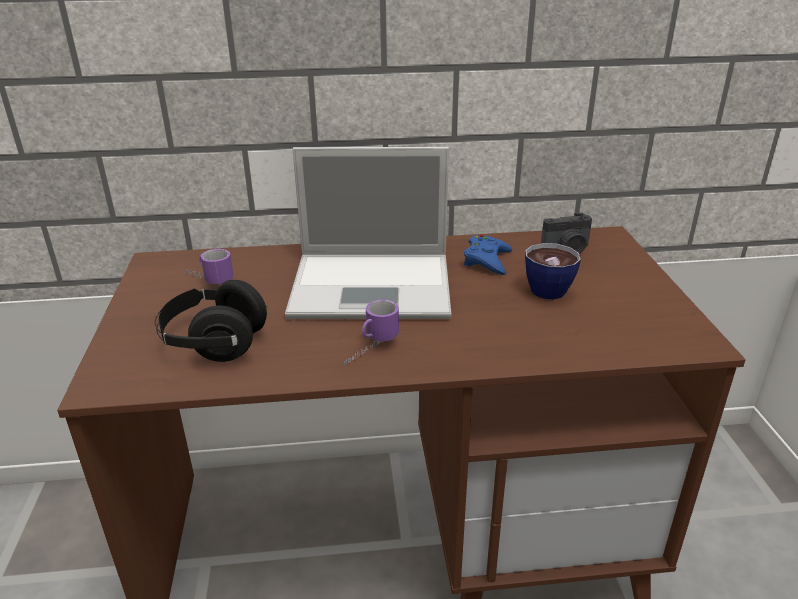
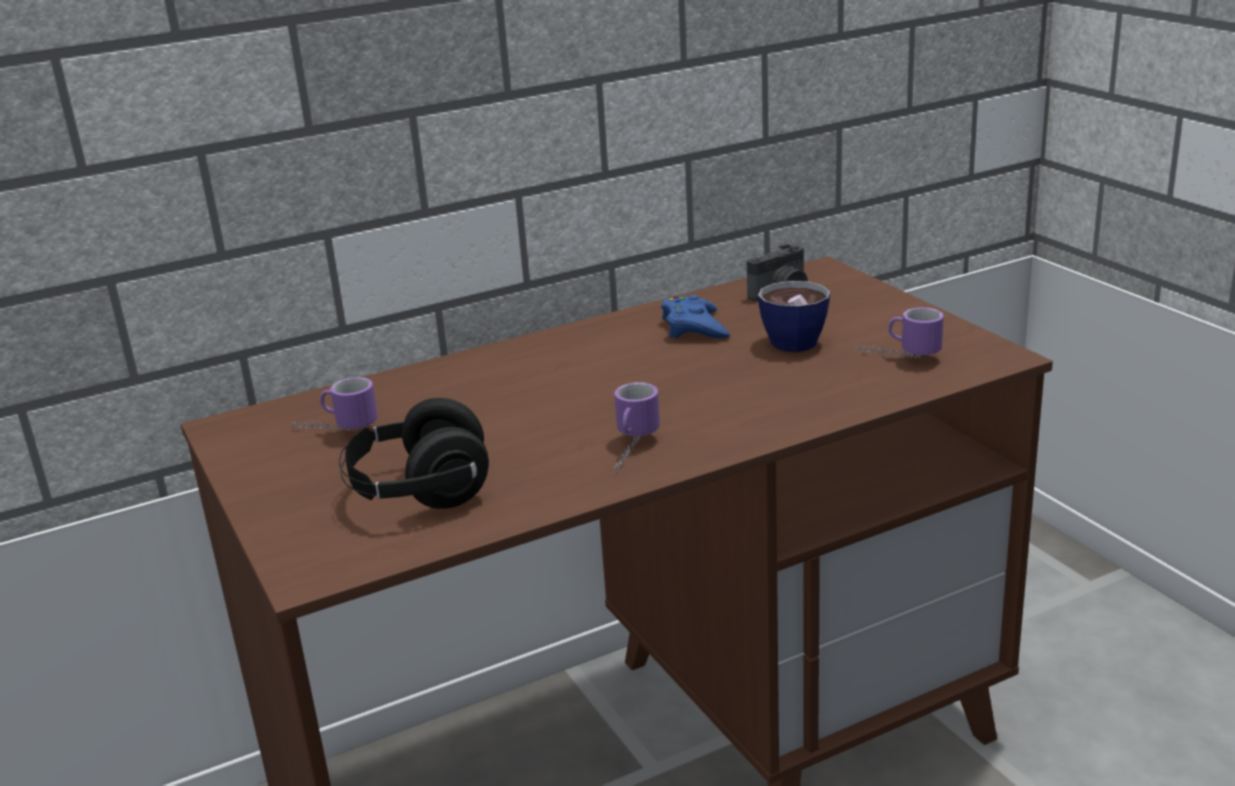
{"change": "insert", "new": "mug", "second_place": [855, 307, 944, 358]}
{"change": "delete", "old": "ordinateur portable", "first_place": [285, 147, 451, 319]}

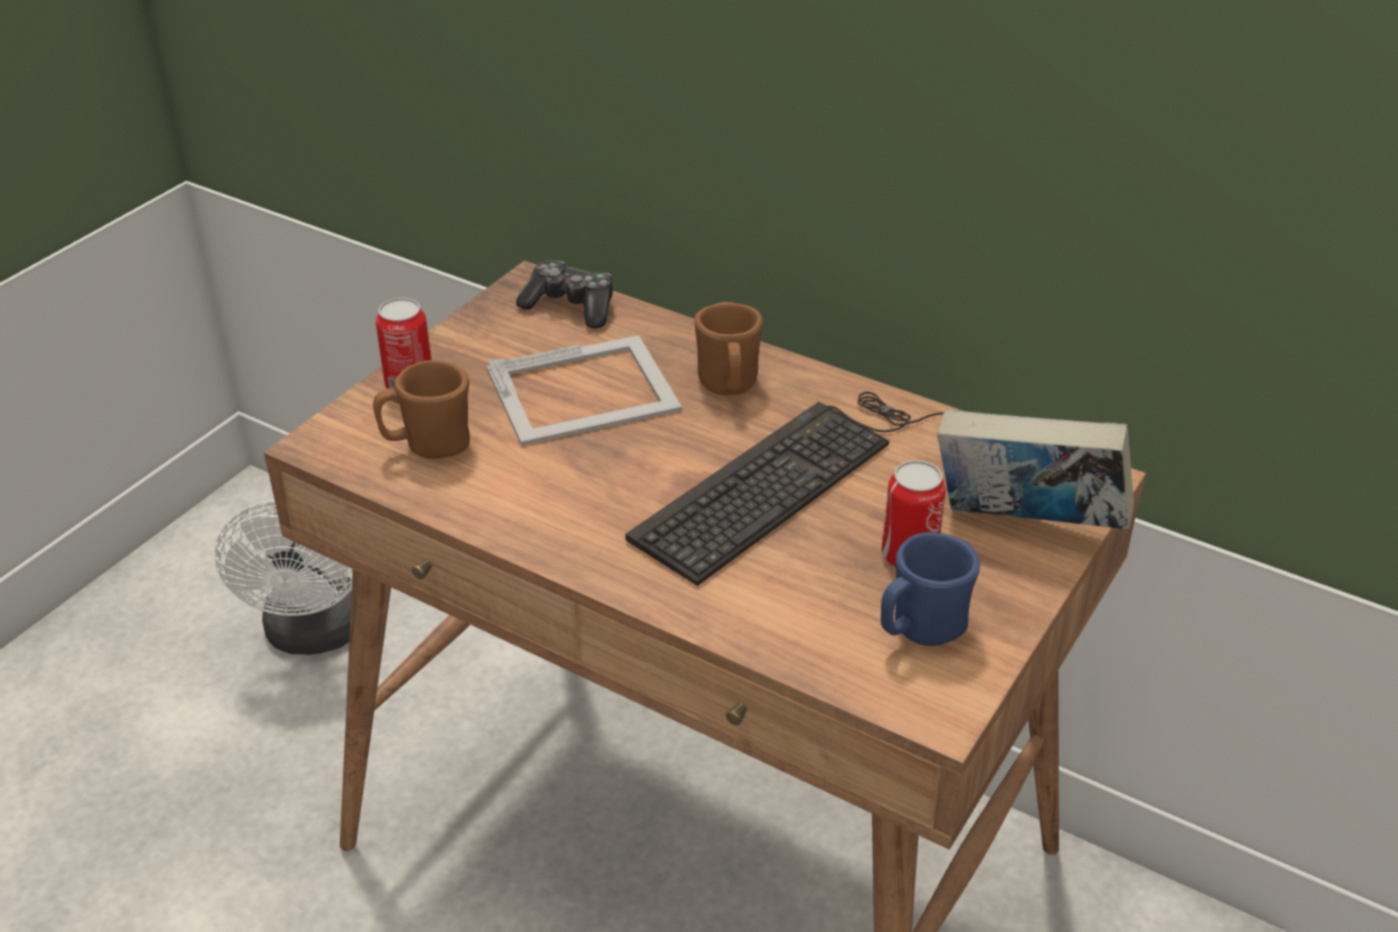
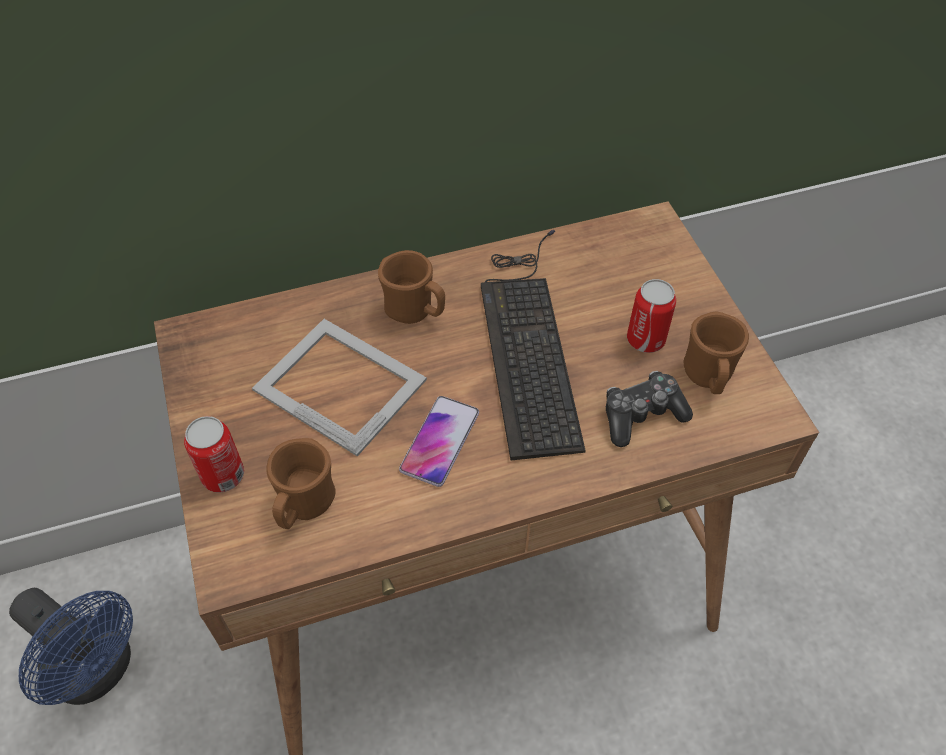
{"change": "recolor", "old": "ventilateur [blanc]", "new": "ventilateur [bleu]", "first_place": [215, 499, 353, 655], "second_place": [9, 588, 133, 705]}
{"change": "rotate", "old": "cadre photo", "first_place": [487, 335, 682, 446], "second_place": [252, 319, 427, 456], "degrees": -75}
{"change": "insert", "new": "téléphone", "second_place": [399, 396, 479, 487]}
{"change": "move", "old": "manette", "first_place": [516, 260, 613, 329], "second_place": [606, 371, 693, 447]}
{"change": "recolor", "old": "mug [bleu]", "new": "mug [marron]", "first_place": [881, 532, 980, 646], "second_place": [684, 311, 749, 394]}
{"change": "delete", "old": "livre", "first_place": [937, 410, 1134, 530]}

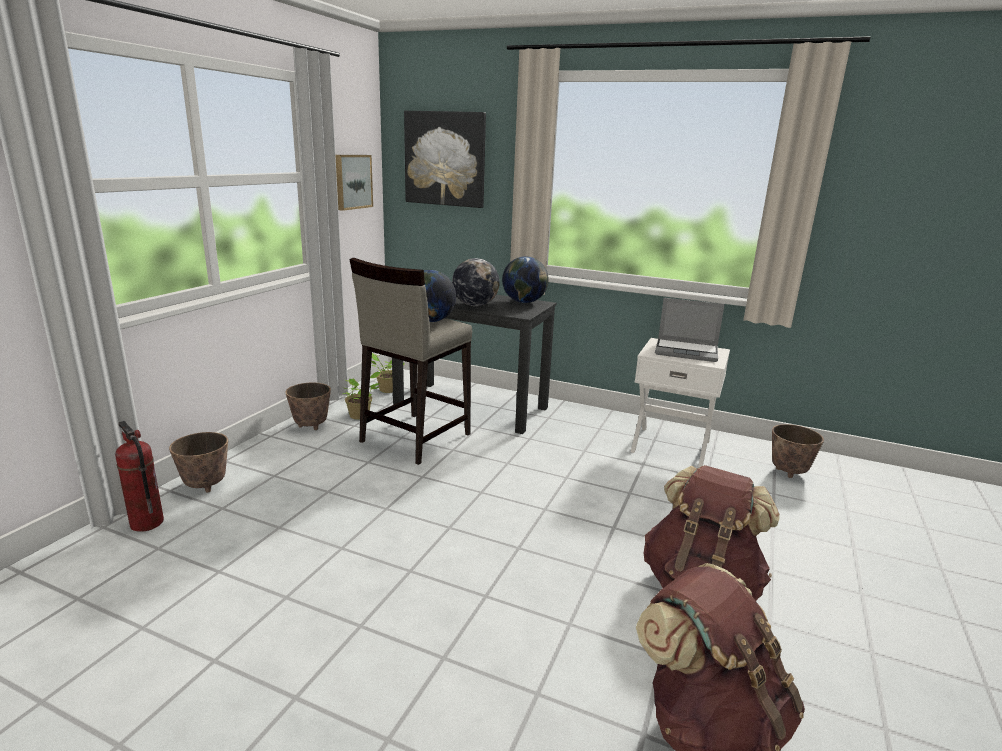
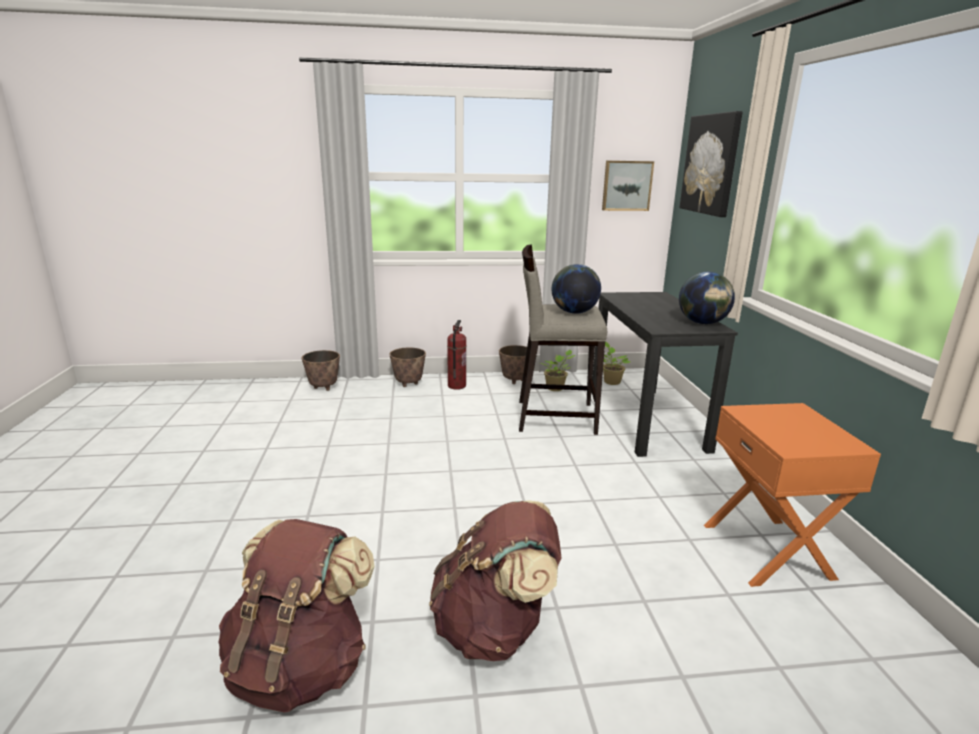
{"change": "move", "old": "cache-pot", "first_place": [772, 424, 824, 478], "second_place": [302, 350, 340, 391]}
{"change": "move", "old": "extincteur", "first_place": [115, 421, 164, 532], "second_place": [447, 320, 467, 390]}
{"change": "recolor", "old": "table de chevet [blanc]", "new": "table de chevet [orange]", "first_place": [631, 338, 730, 467], "second_place": [704, 403, 881, 587]}
{"change": "delete", "old": "globe", "first_place": [452, 258, 500, 306]}
{"change": "delete", "old": "ordinateur portable", "first_place": [655, 298, 725, 362]}

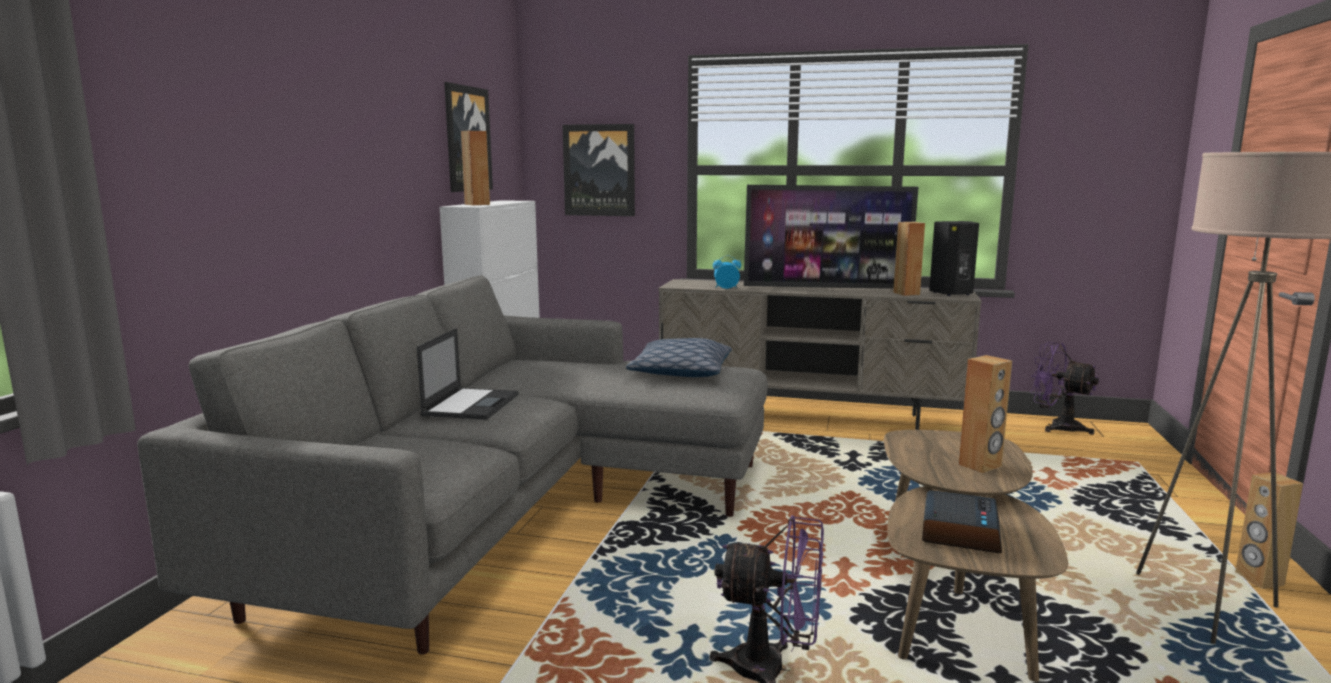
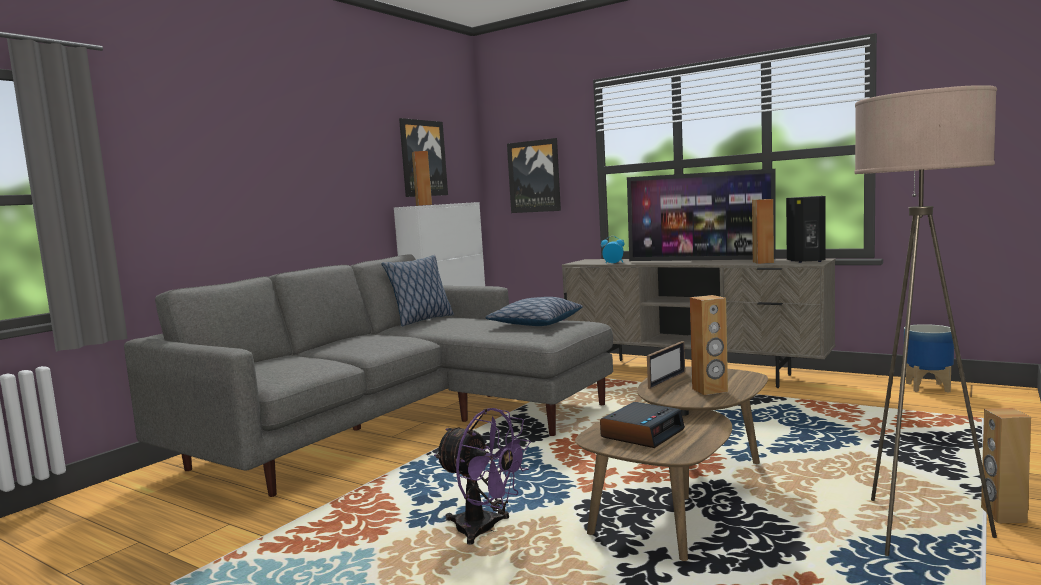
{"change": "insert", "new": "coussin", "second_place": [381, 255, 454, 327]}
{"change": "insert", "new": "cadre photo", "second_place": [647, 341, 685, 389]}
{"change": "replace", "old": "ventilateur [violet]", "new": "cache-pot", "first_place": [1030, 342, 1099, 435], "second_place": [904, 324, 954, 393]}
{"change": "delete", "old": "ordinateur portable", "first_place": [417, 328, 518, 420]}

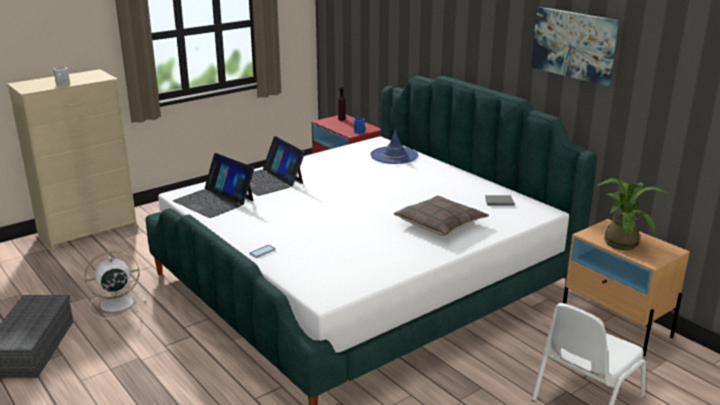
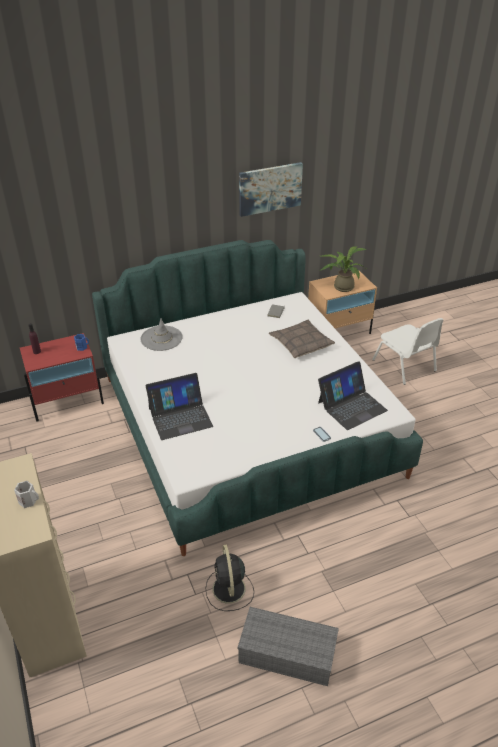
{"change": "recolor", "old": "chapeau [bleu]", "new": "chapeau [gris]", "first_place": [371, 129, 418, 164], "second_place": [141, 318, 183, 351]}
{"change": "recolor", "old": "ventilateur [blanc]", "new": "ventilateur [noir]", "first_place": [85, 251, 146, 319], "second_place": [205, 545, 254, 611]}
{"change": "move", "old": "ordinateur portable", "first_place": [173, 153, 254, 218], "second_place": [318, 361, 388, 430]}

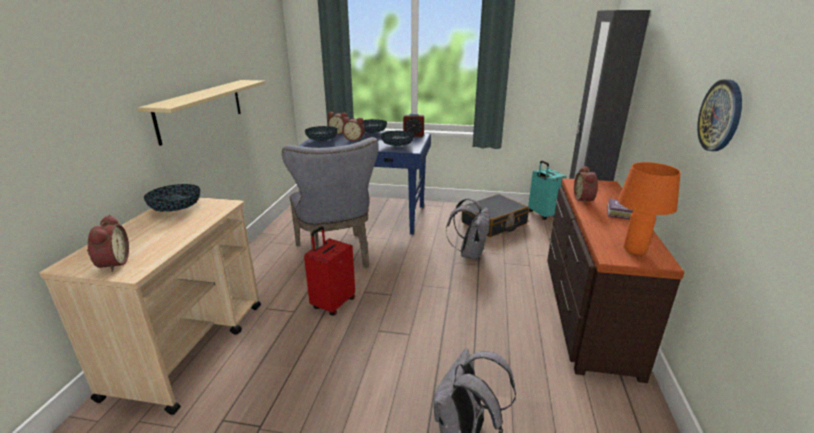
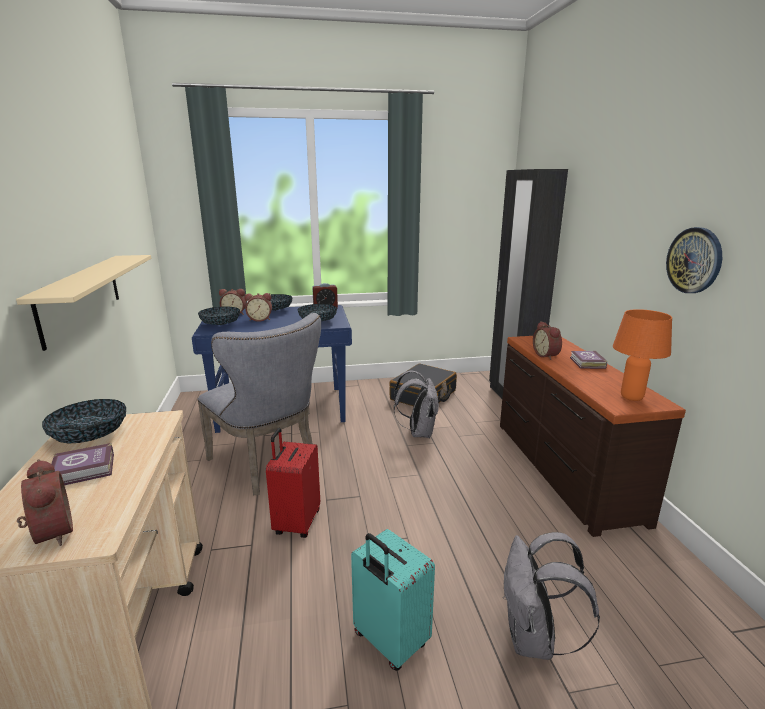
{"change": "insert", "new": "livre", "second_place": [51, 443, 114, 485]}
{"change": "move", "old": "valise [turquoise]", "first_place": [528, 161, 567, 220], "second_place": [351, 529, 435, 671]}

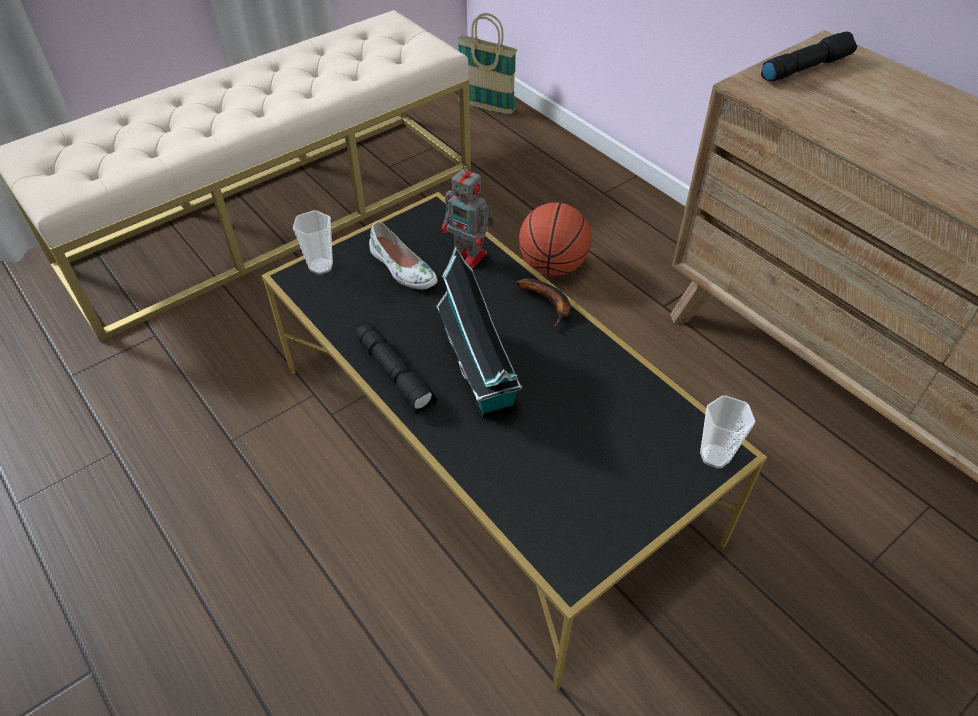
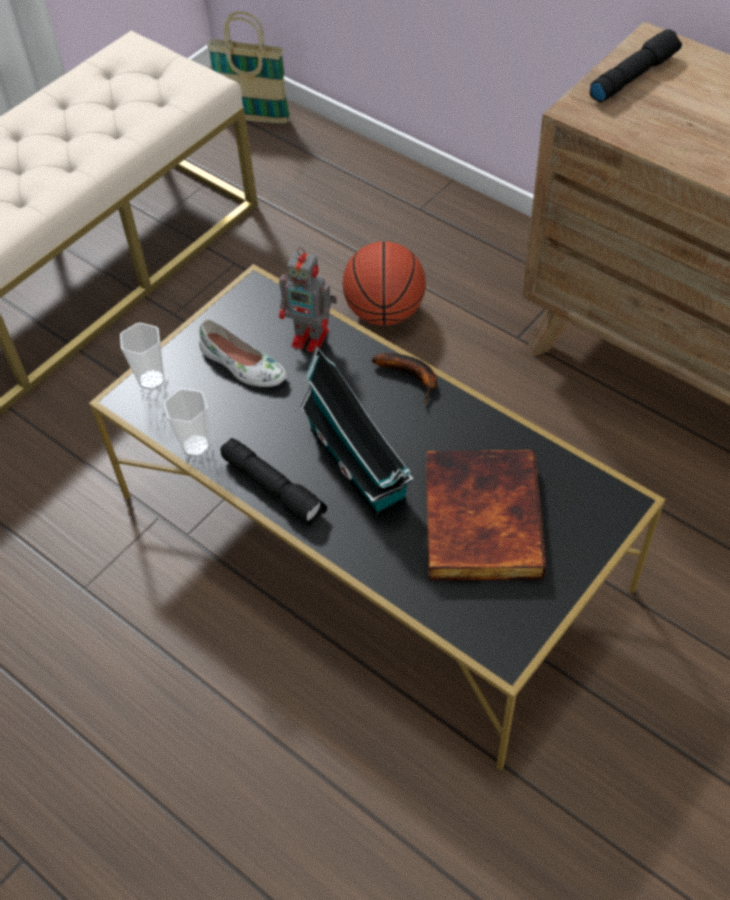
{"change": "move", "old": "tasse", "first_place": [700, 395, 755, 469], "second_place": [164, 388, 210, 457]}
{"change": "insert", "new": "livre", "second_place": [426, 450, 547, 580]}

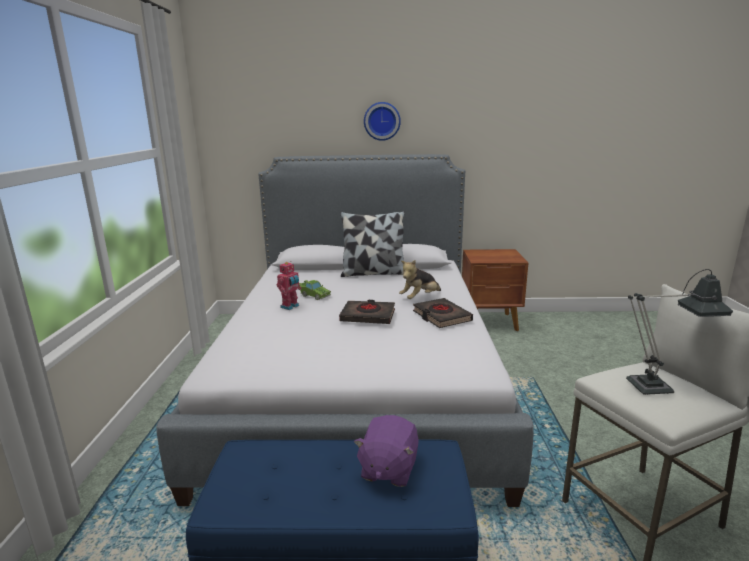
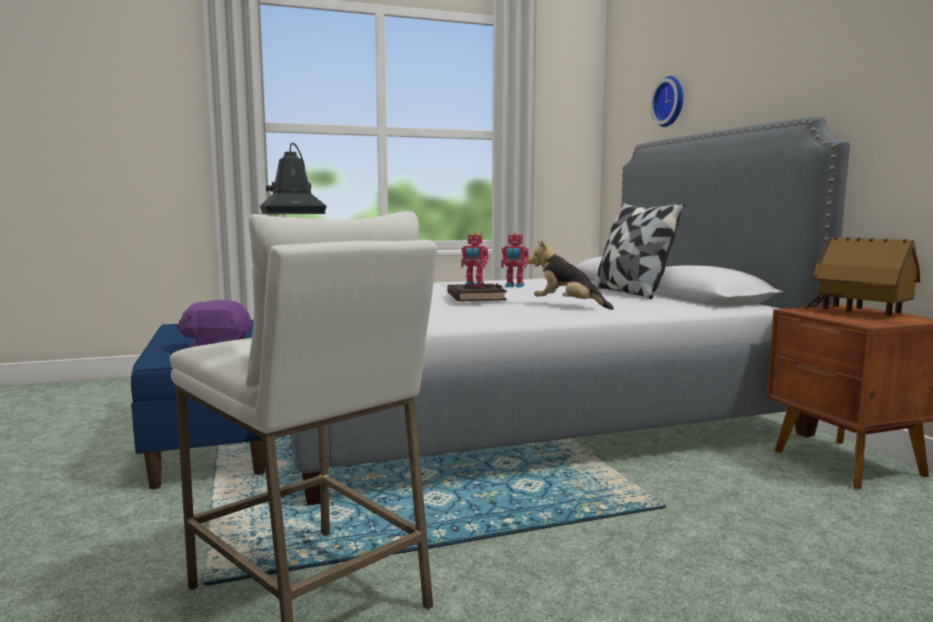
{"change": "replace", "old": "petite voiture [vert]", "new": "robot jouet", "first_place": [299, 280, 331, 300], "second_place": [501, 232, 529, 287]}
{"change": "move", "old": "horloge murale", "first_place": [364, 102, 401, 141], "second_place": [650, 76, 684, 127]}
{"change": "insert", "new": "maison miniature", "second_place": [805, 237, 920, 316]}
{"change": "delete", "old": "livre [noir]", "first_place": [413, 298, 473, 328]}

